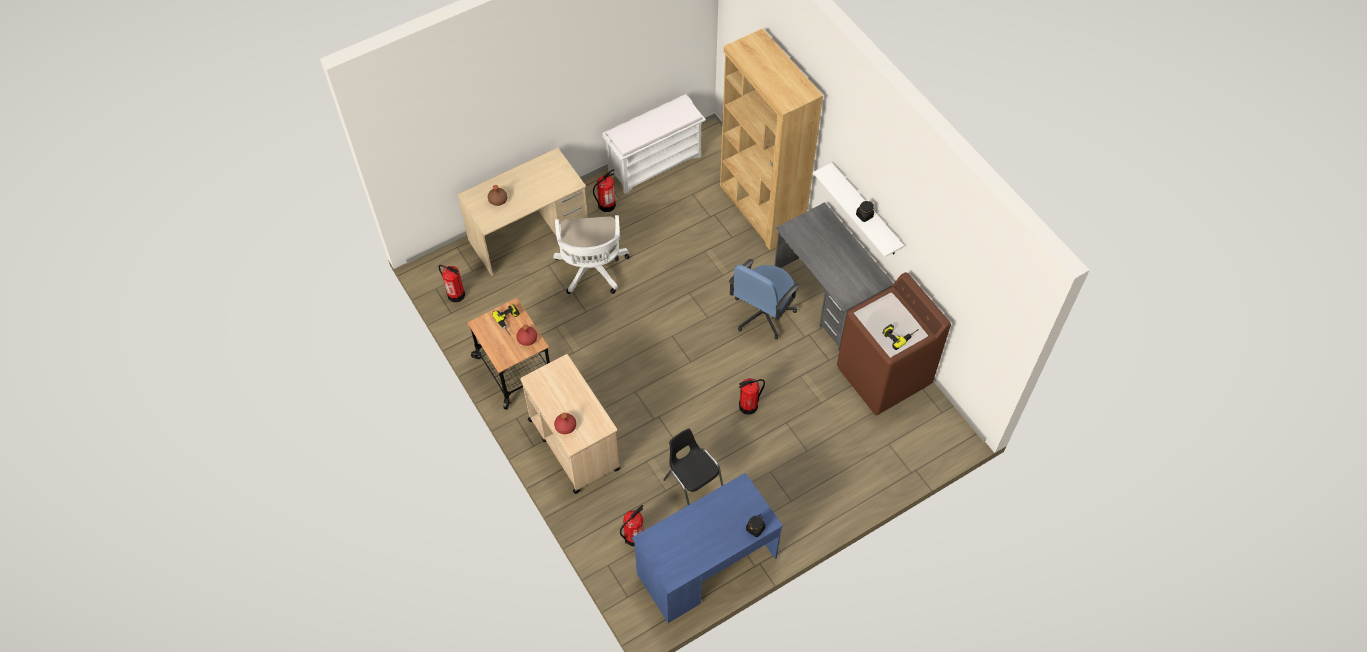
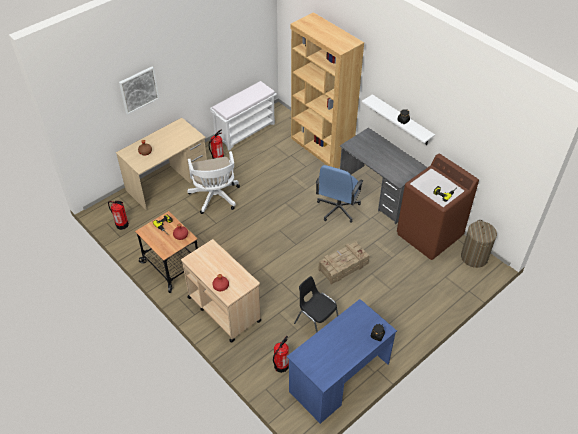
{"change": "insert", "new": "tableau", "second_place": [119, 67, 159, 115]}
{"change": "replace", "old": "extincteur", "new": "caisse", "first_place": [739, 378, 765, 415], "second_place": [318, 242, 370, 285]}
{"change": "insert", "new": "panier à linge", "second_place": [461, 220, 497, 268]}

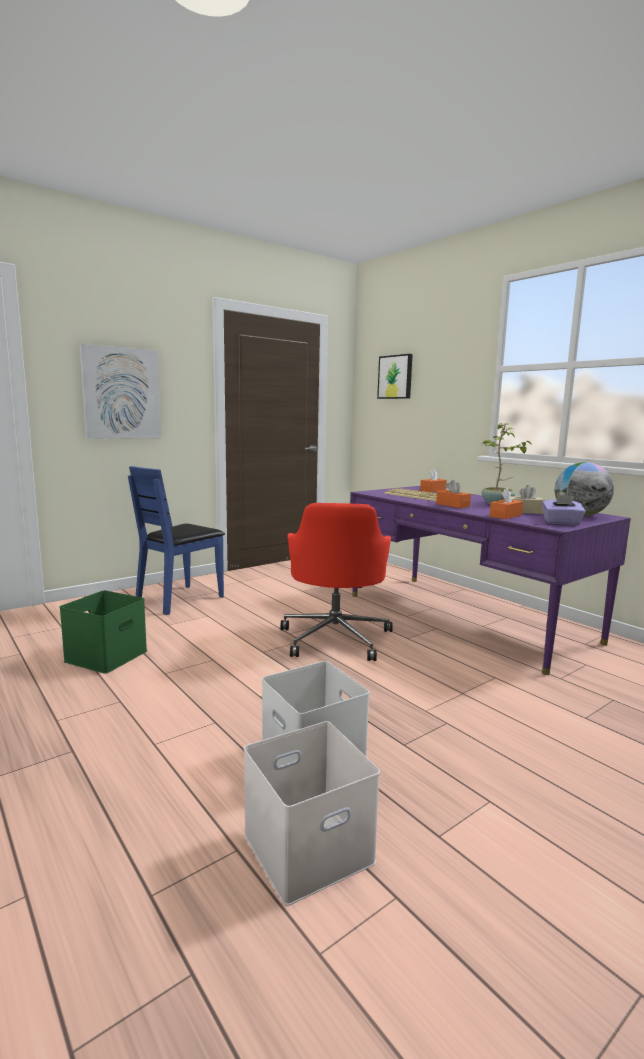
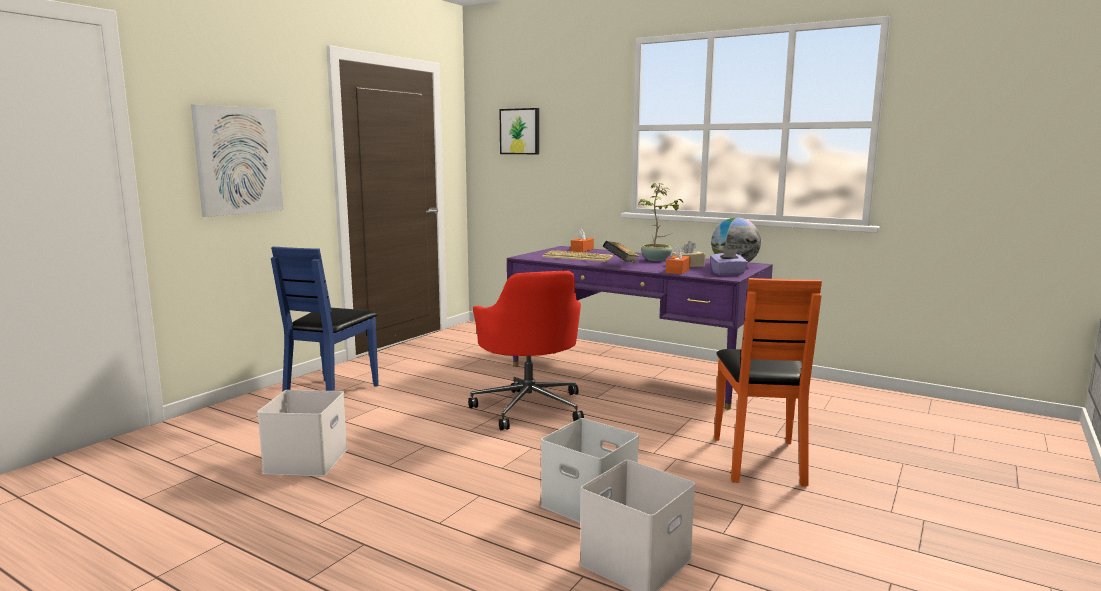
{"change": "recolor", "old": "boîte de rangement [vert]", "new": "boîte de rangement [blanc]", "first_place": [59, 590, 147, 674], "second_place": [257, 390, 347, 477]}
{"change": "replace", "old": "boîte à mouchoirs [orange]", "new": "livre", "first_place": [436, 480, 471, 508], "second_place": [603, 241, 639, 263]}
{"change": "insert", "new": "chaise [orange]", "second_place": [714, 278, 822, 487]}

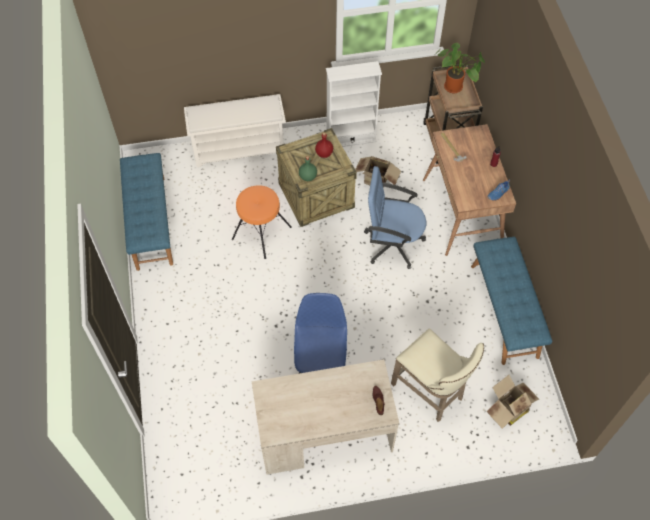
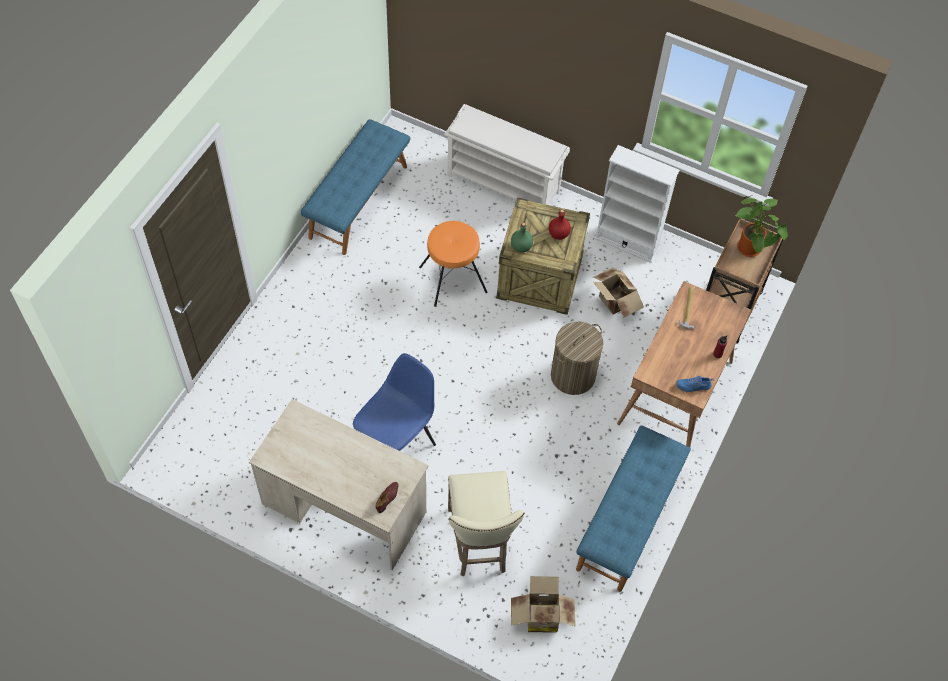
{"change": "replace", "old": "chaise de bureau [bleu]", "new": "panier à linge", "first_place": [364, 166, 426, 269], "second_place": [551, 321, 603, 395]}

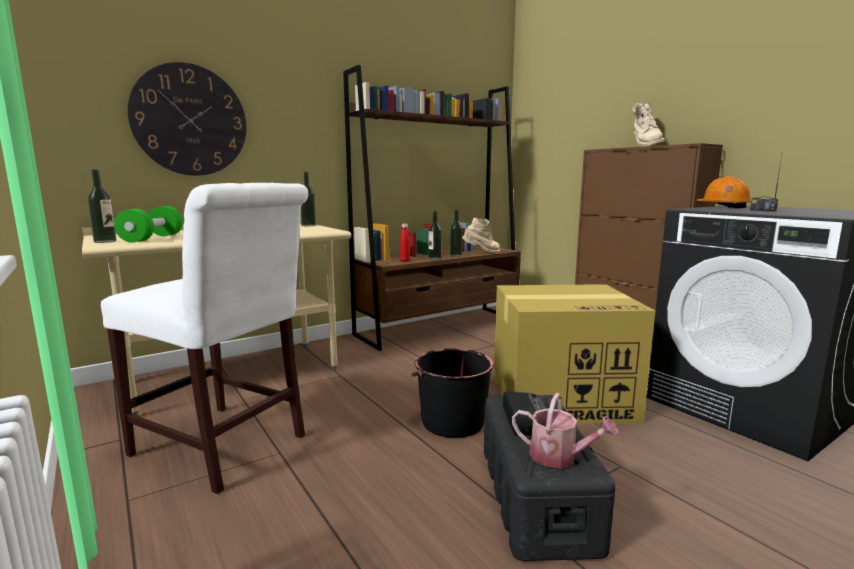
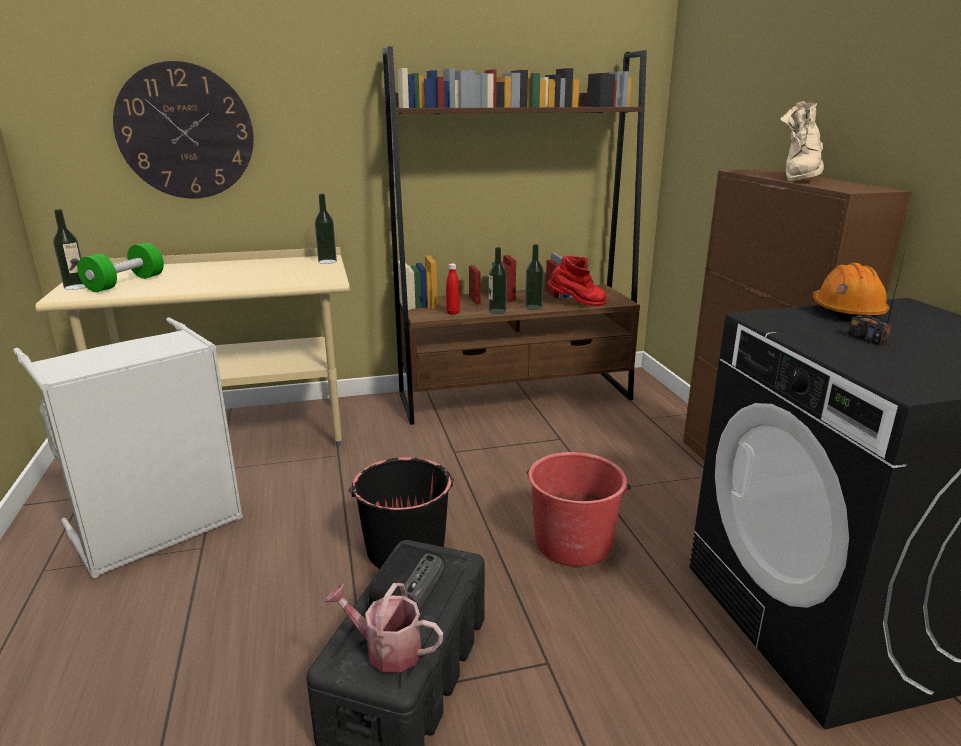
{"change": "replace", "old": "chaise [blanc]", "new": "panier à linge [gris]", "first_place": [101, 183, 308, 494], "second_place": [13, 317, 243, 578]}
{"change": "rotate", "old": "arrosoir", "first_place": [512, 393, 619, 468], "second_place": [325, 583, 443, 673], "degrees": 150}
{"change": "replace", "old": "carton", "new": "seau [rouge]", "first_place": [494, 284, 655, 424], "second_place": [527, 452, 631, 567]}
{"change": "recolor", "old": "botte [beige]", "new": "botte [rouge]", "first_place": [463, 218, 500, 253], "second_place": [548, 255, 607, 306]}

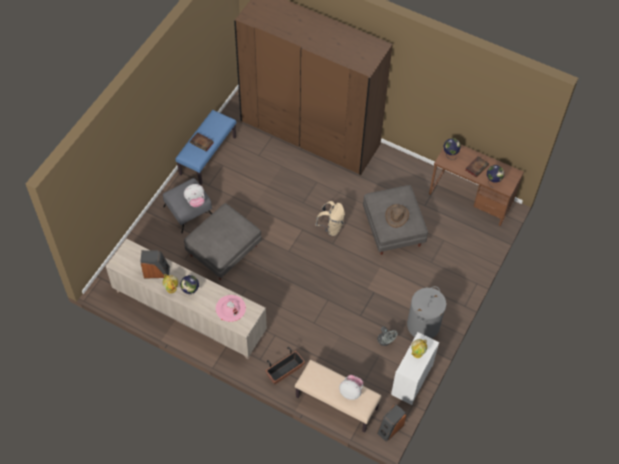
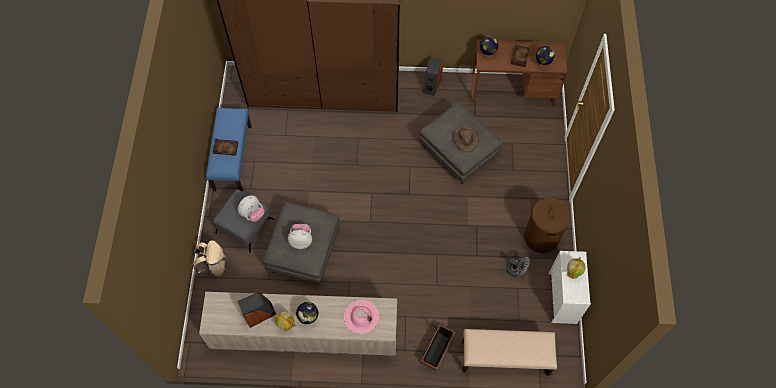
{"change": "move", "old": "sac à dos [beige]", "first_place": [315, 201, 345, 236], "second_place": [193, 240, 226, 277]}
{"change": "move", "old": "peluche", "first_place": [339, 375, 363, 400], "second_place": [288, 224, 312, 249]}
{"change": "move", "old": "enceinte", "first_place": [377, 404, 406, 442], "second_place": [423, 57, 443, 96]}
{"change": "recolor", "old": "panier à linge [gris]", "new": "panier à linge [marron]", "first_place": [407, 286, 446, 338], "second_place": [524, 195, 571, 253]}

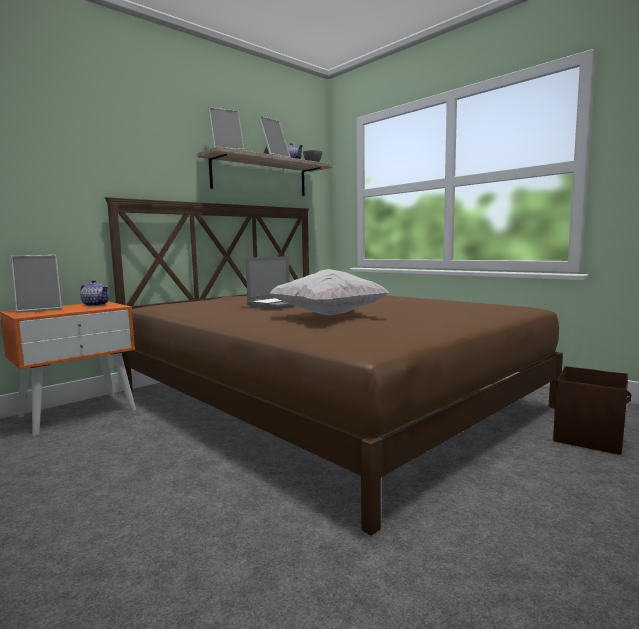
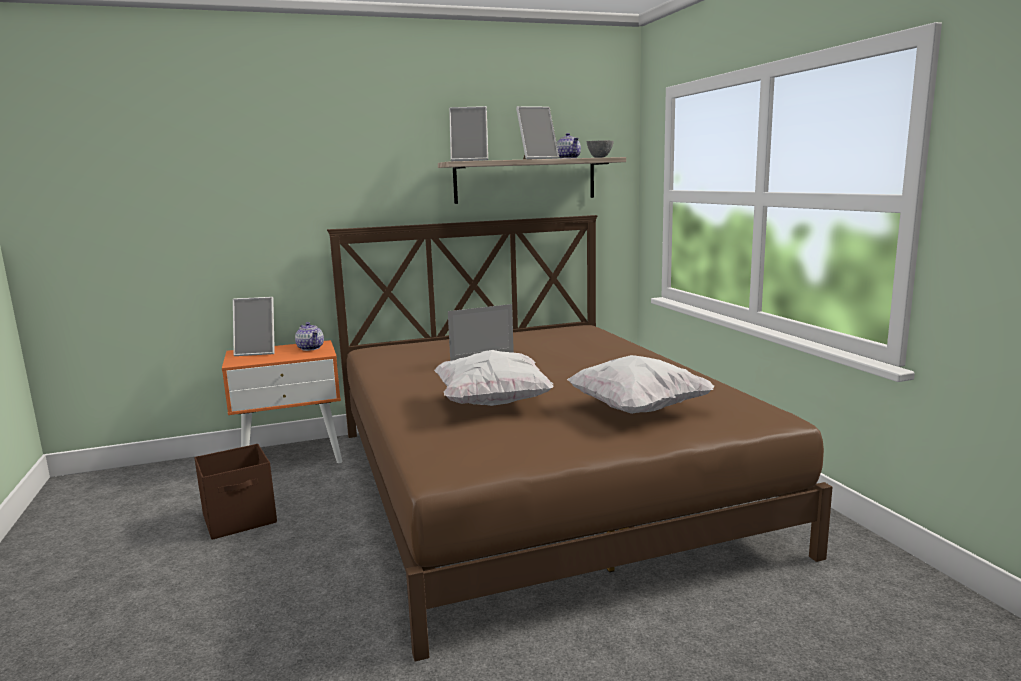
{"change": "move", "old": "boîte de rangement [marron]", "first_place": [553, 366, 631, 455], "second_place": [194, 444, 277, 540]}
{"change": "insert", "new": "coussin [blanc]", "second_place": [567, 355, 714, 414]}

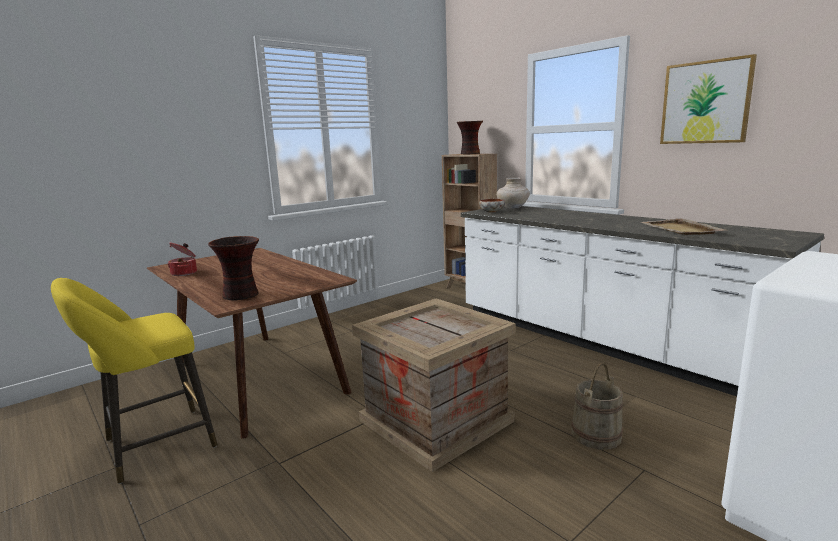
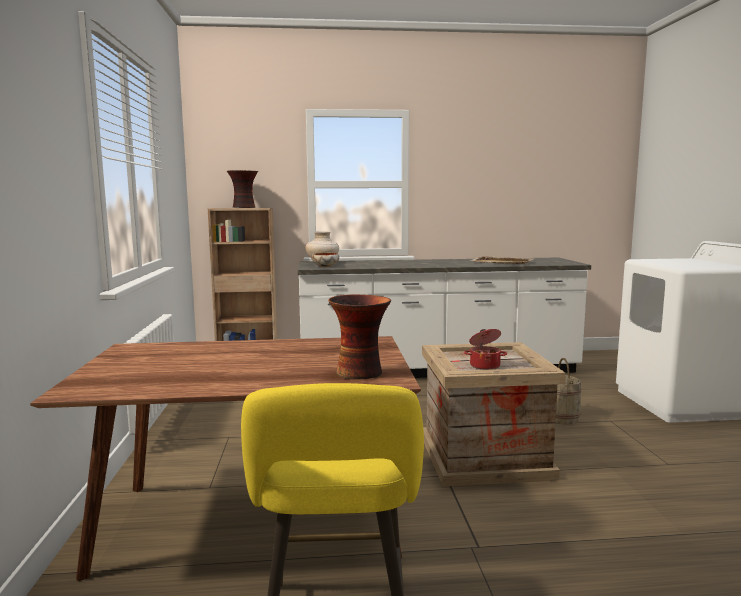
{"change": "move", "old": "marmite", "first_place": [167, 243, 197, 276], "second_place": [464, 329, 507, 370]}
{"change": "delete", "old": "tableau", "first_place": [660, 54, 757, 144]}

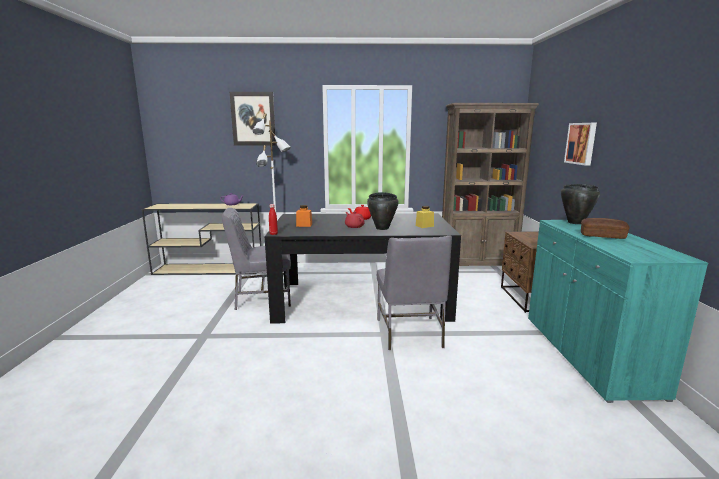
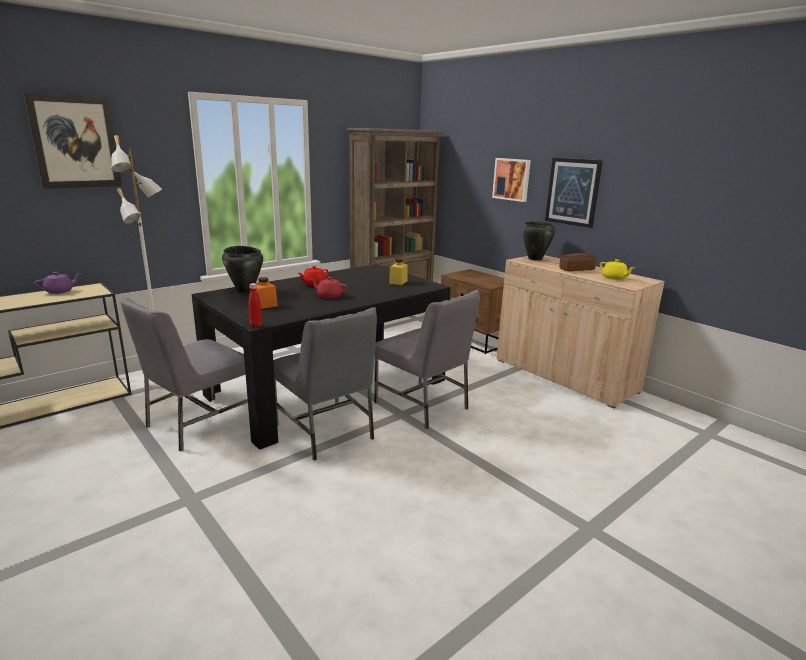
{"change": "move", "old": "marmite [noir]", "first_place": [367, 192, 399, 230], "second_place": [222, 246, 263, 294]}
{"change": "insert", "new": "chaise [gris]", "second_place": [273, 307, 377, 461]}
{"change": "recolor", "old": "meuble de rangement [turquoise]", "new": "meuble de rangement [beige]", "first_place": [528, 220, 708, 403], "second_place": [497, 255, 665, 408]}
{"change": "insert", "new": "tableau", "second_place": [545, 158, 603, 228]}
{"change": "insert", "new": "théière [jaune]", "second_place": [600, 259, 635, 280]}

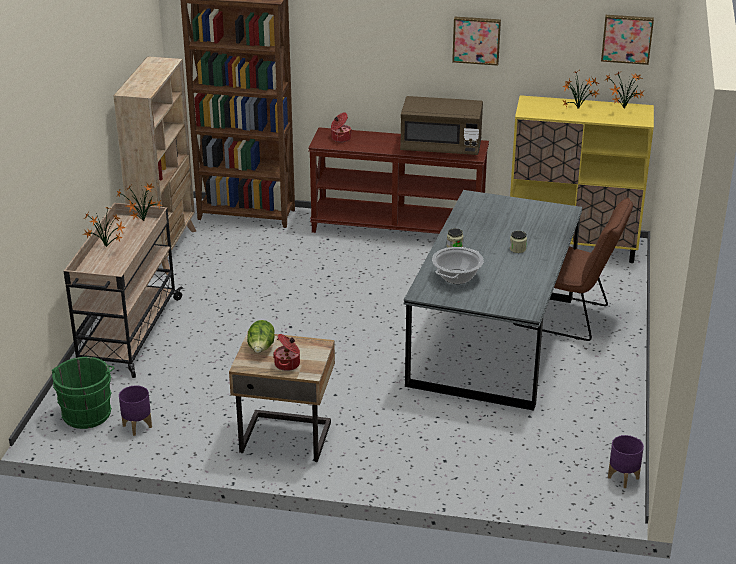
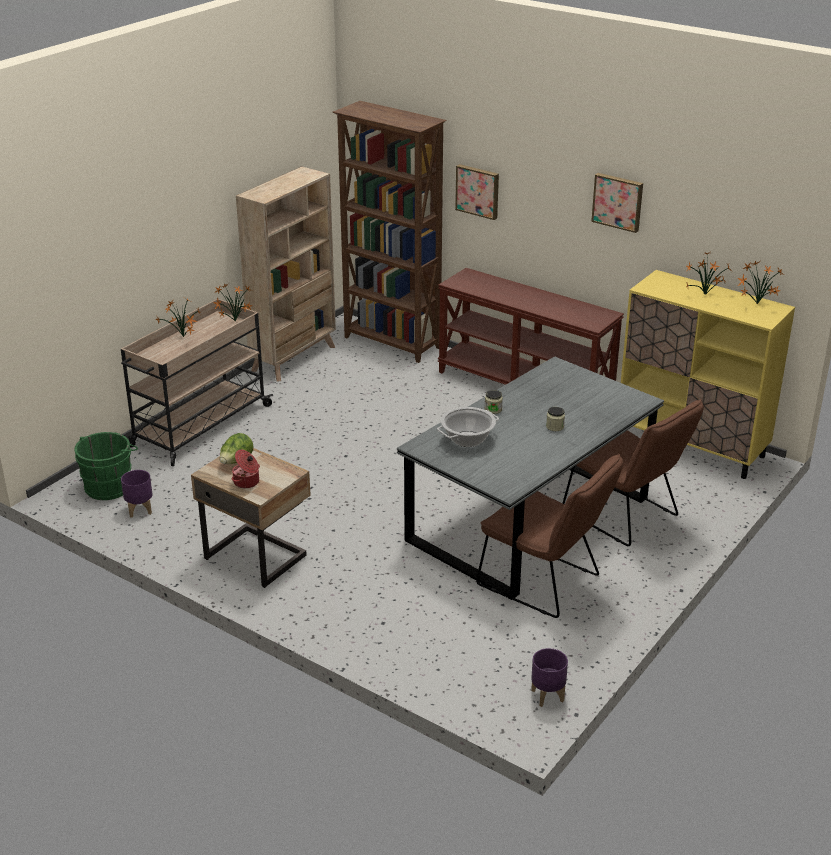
{"change": "move", "old": "tableau", "first_place": [601, 15, 654, 65], "second_place": [455, 164, 499, 220]}
{"change": "insert", "new": "chaise [marron]", "second_place": [476, 453, 623, 618]}
{"change": "delete", "old": "marmite", "first_place": [331, 112, 352, 142]}
{"change": "delete", "old": "micro-ondes [marron]", "first_place": [400, 96, 483, 155]}

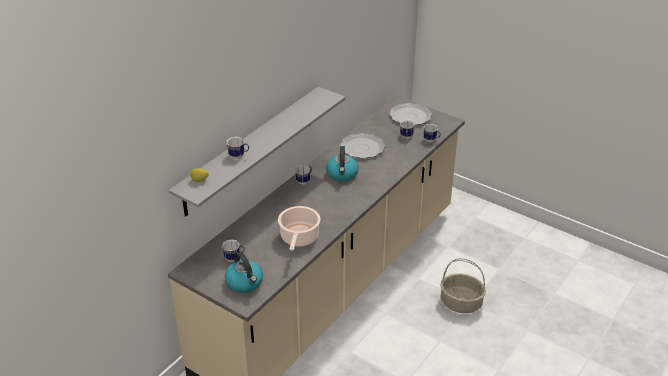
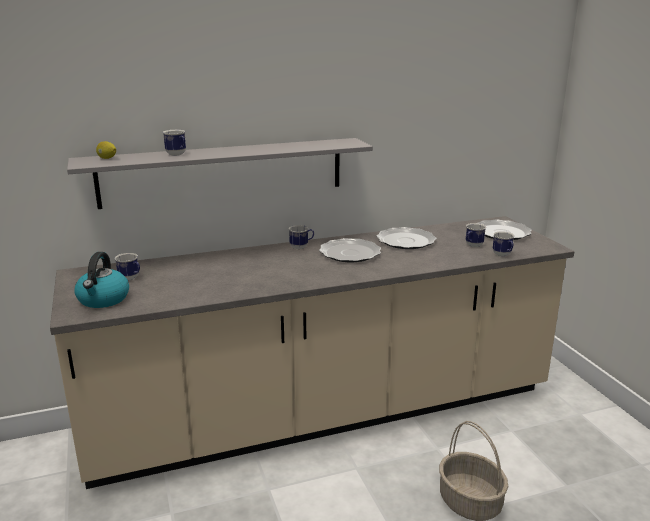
{"change": "replace", "old": "bouilloire", "new": "assiette", "first_place": [326, 146, 359, 182], "second_place": [319, 238, 381, 262]}
{"change": "delete", "old": "marmite", "first_place": [278, 206, 320, 251]}

